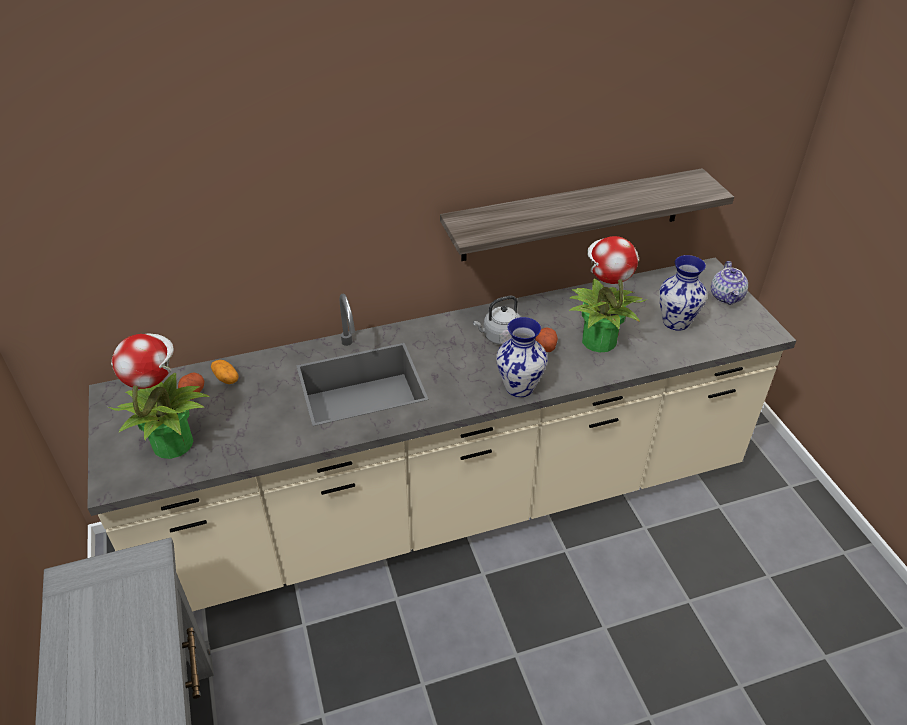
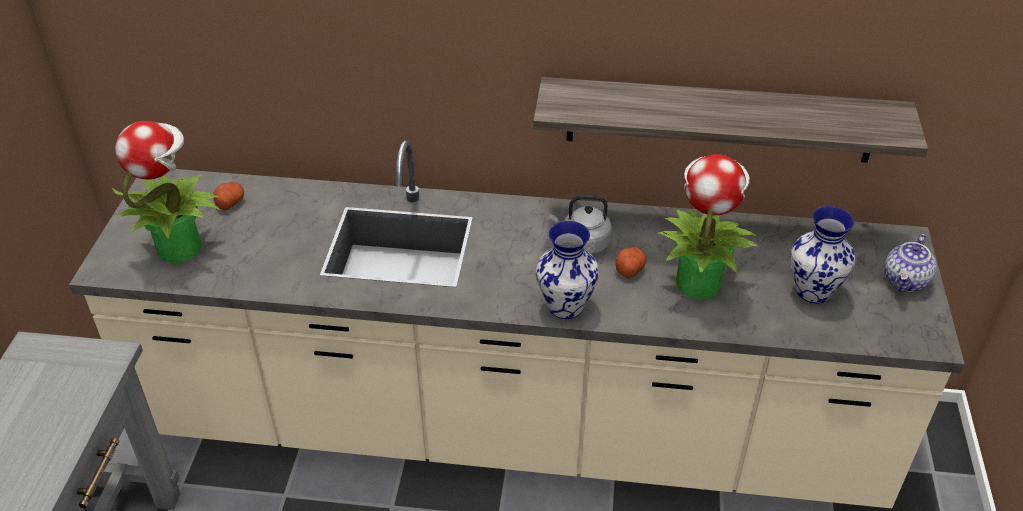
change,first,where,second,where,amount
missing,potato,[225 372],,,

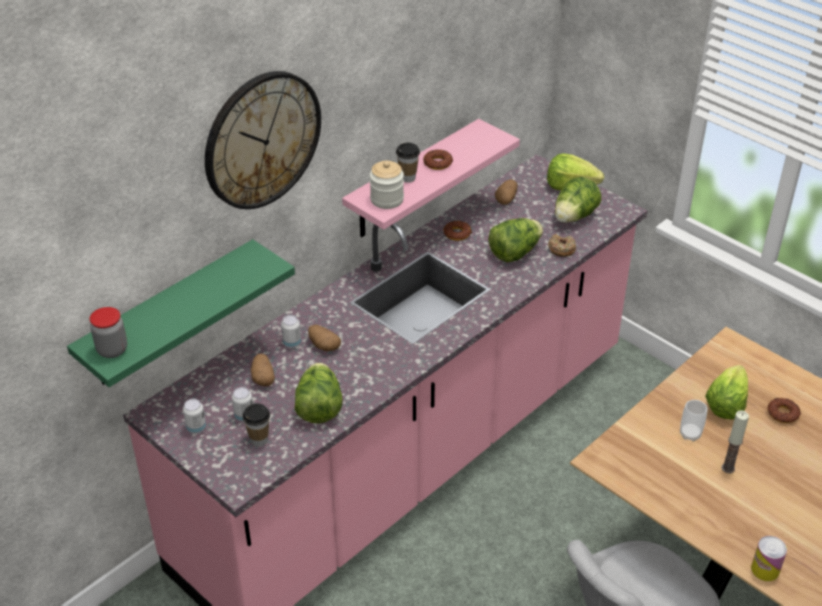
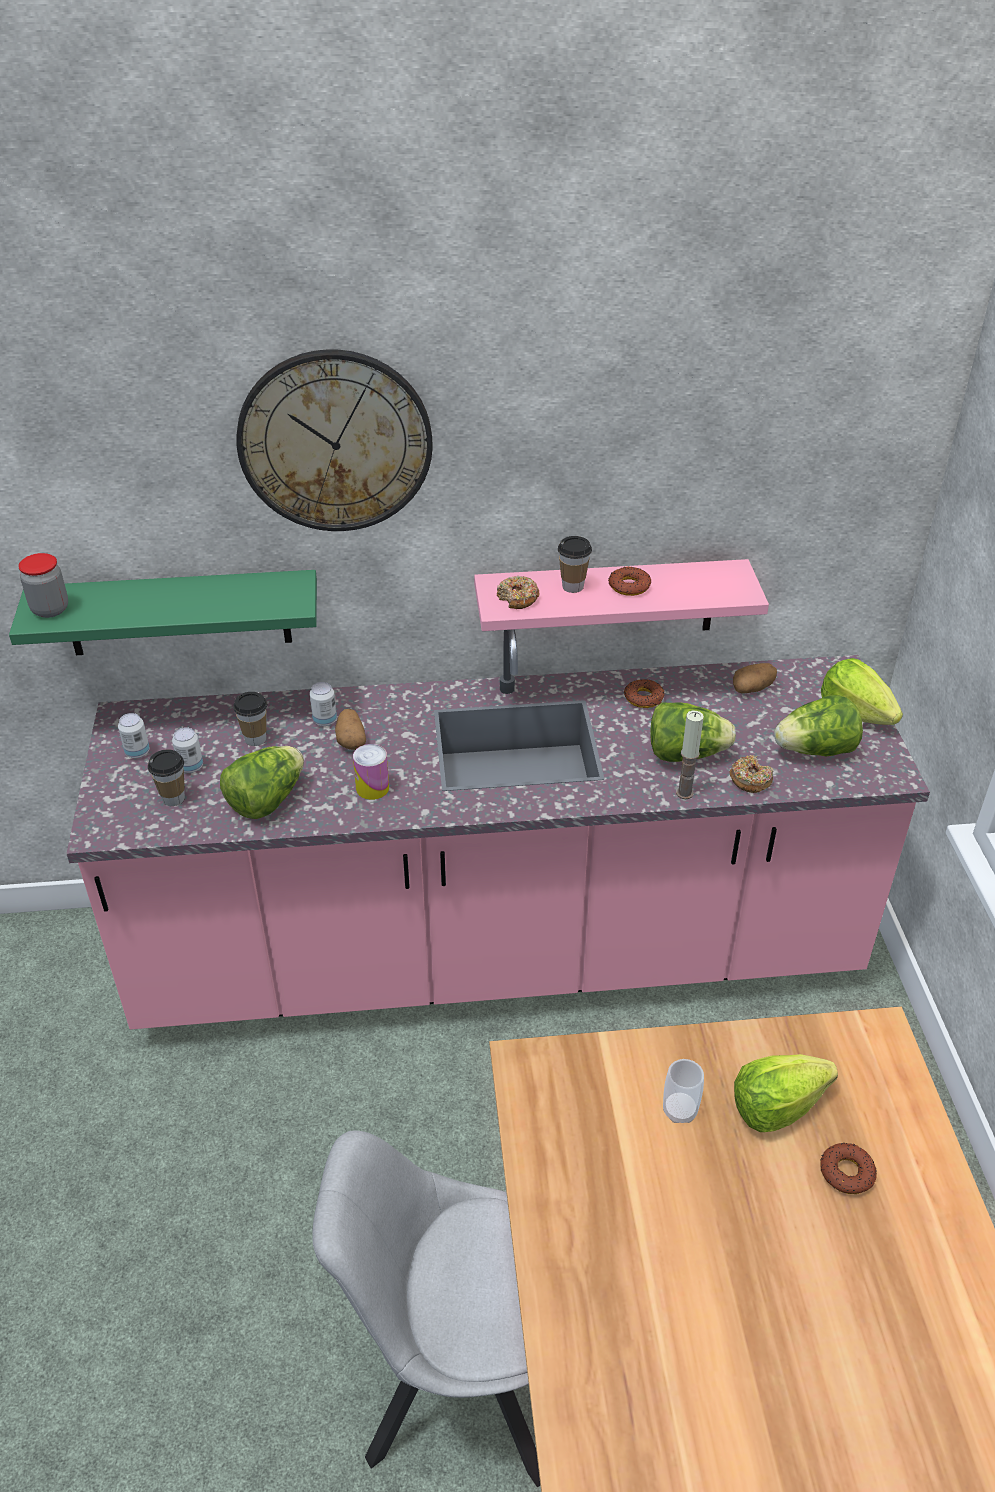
change,first,where,second,where,amount
exchanged,potato,[263 370],cup,[250 719],
exchanged,jar,[387 185],donut,[518 592],
relocated,candle,[735 441],,[690 755],
relocated,can,[769 558],,[371 772],

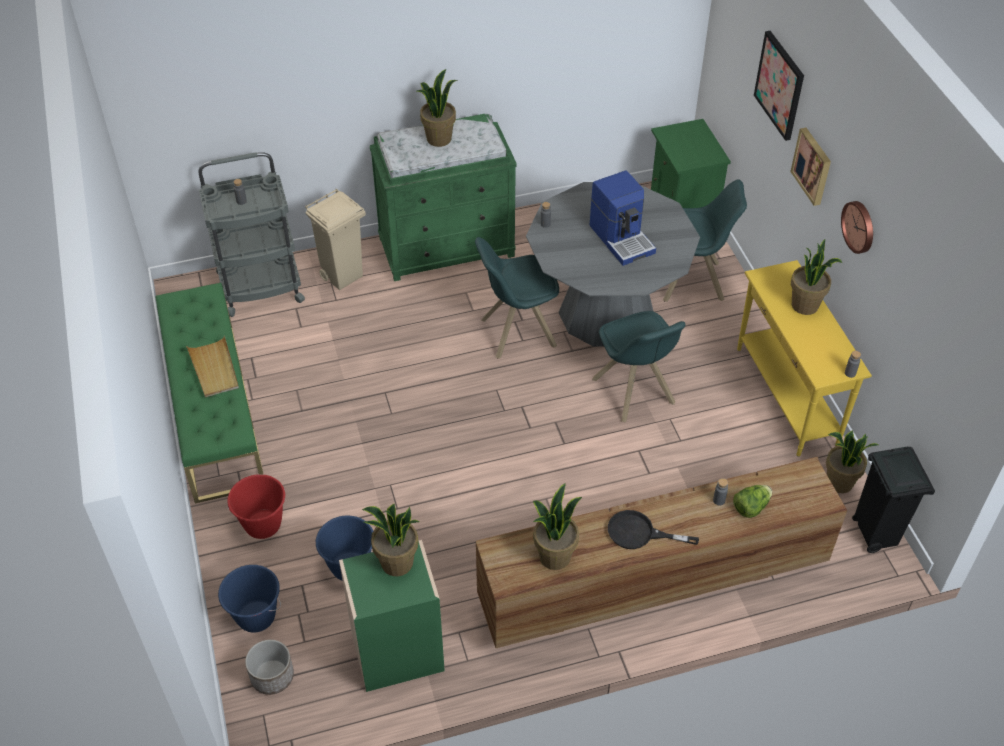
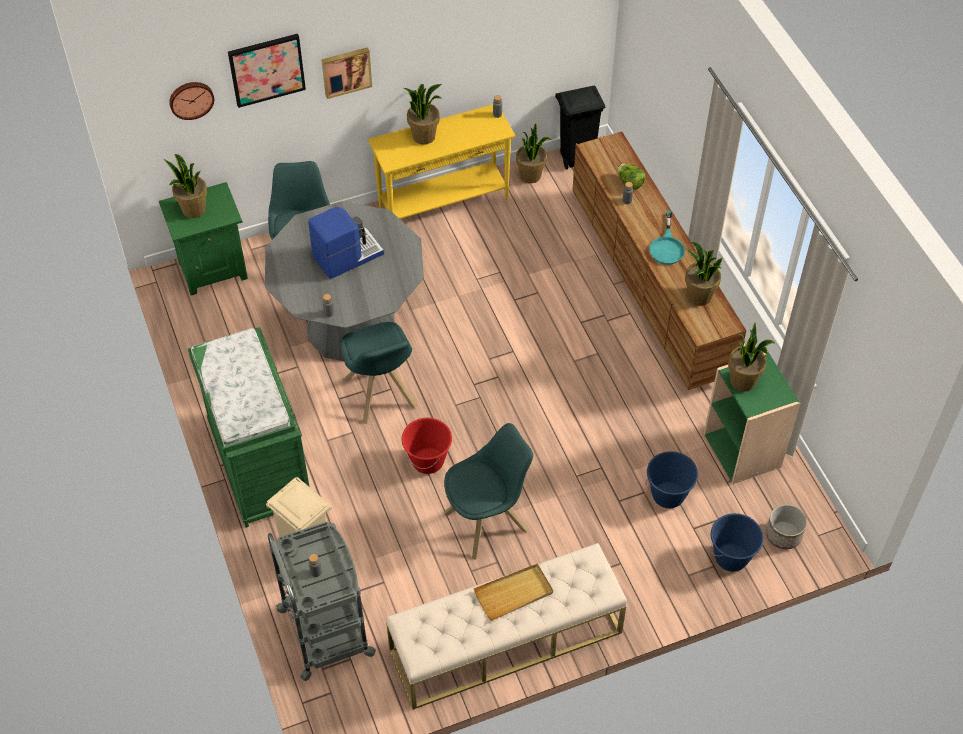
change,first,where,second,where,amount
colour,green bench,[210 393],beige bench,[506 626],
relocated,red bucket,[256 506],,[427 446],
relocated,potted plant,[437 108],,[185 186],
relocated,turquoise chair,[639 366],,[488 491],
colour,black frying pan,[653 529],turquoise frying pan,[667 238],
relocated,wall clock,[857 227],,[191 101],

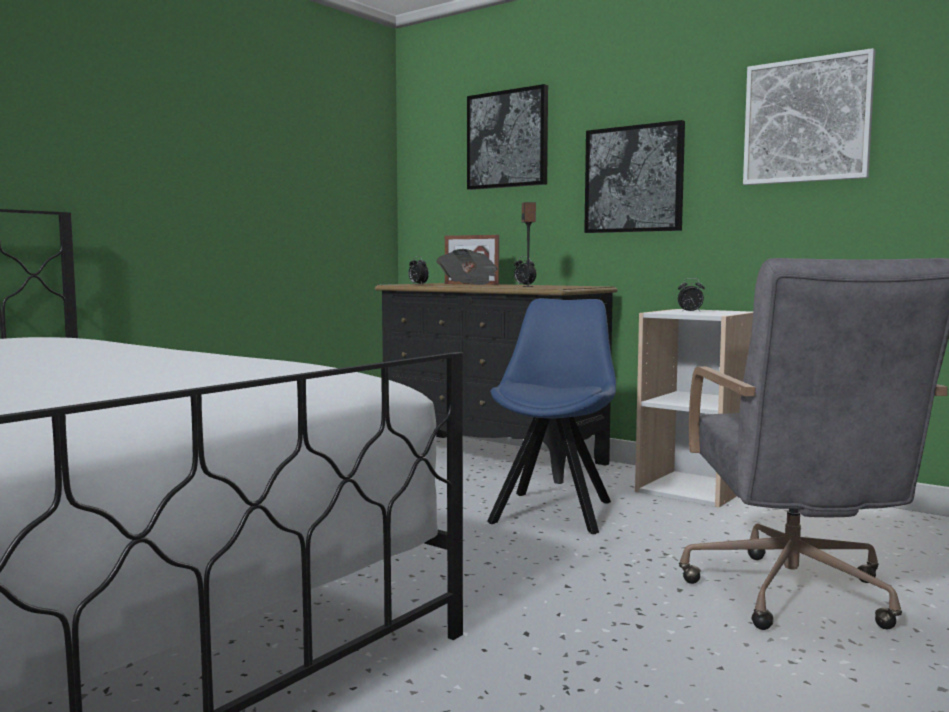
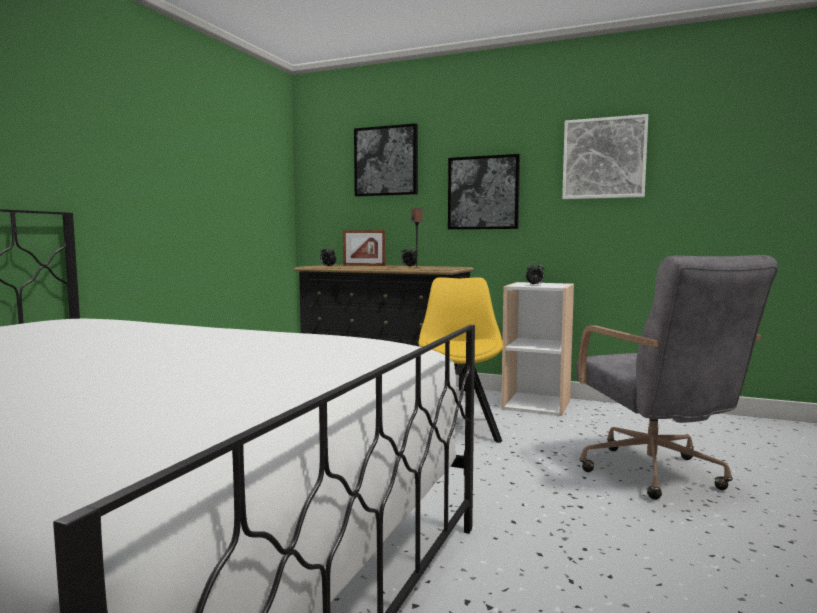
change,first,where,second,where,amount
missing,newspaper,[467 267],,,
colour,blue chair,[551 416],yellow chair,[461 360],

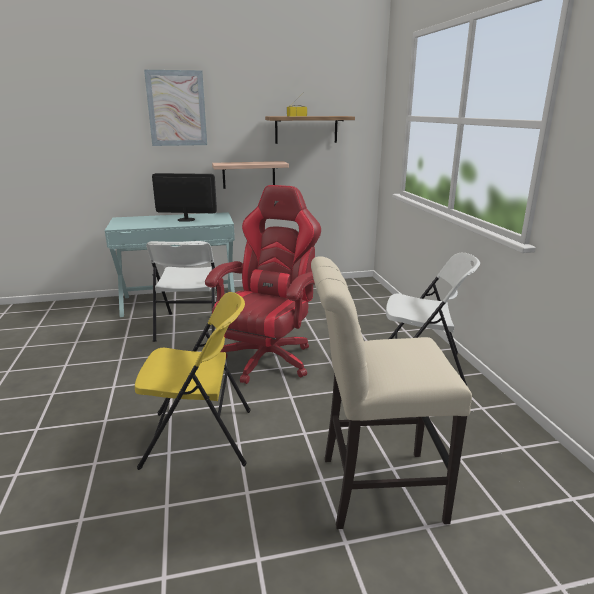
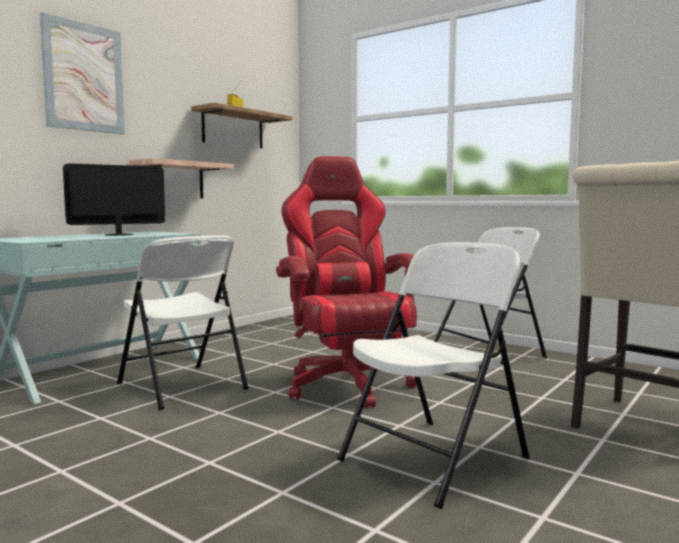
change,first,where,second,where,amount
colour,yellow chair,[193 381],white chair,[433 375],

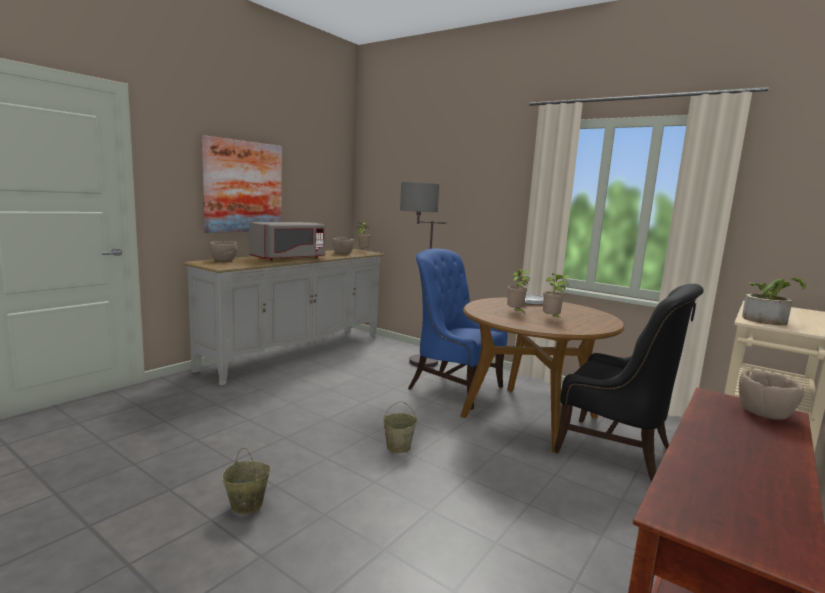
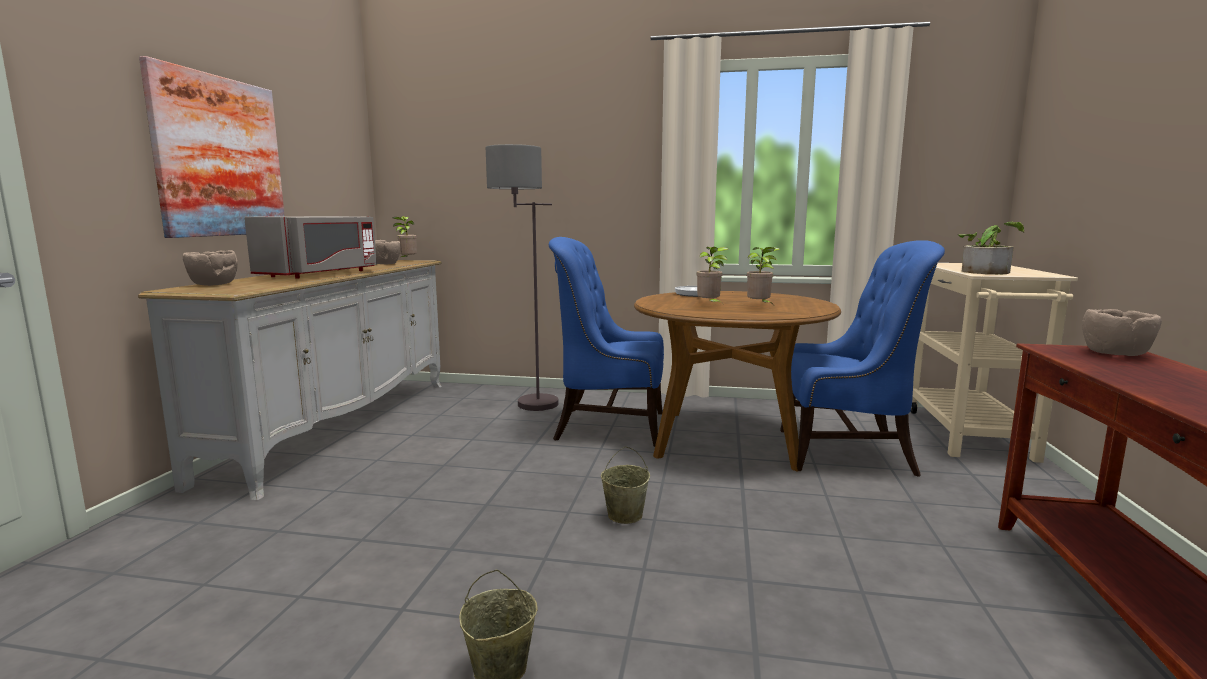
change,first,where,second,where,amount
colour,black chair,[629 383],blue chair,[862 358],

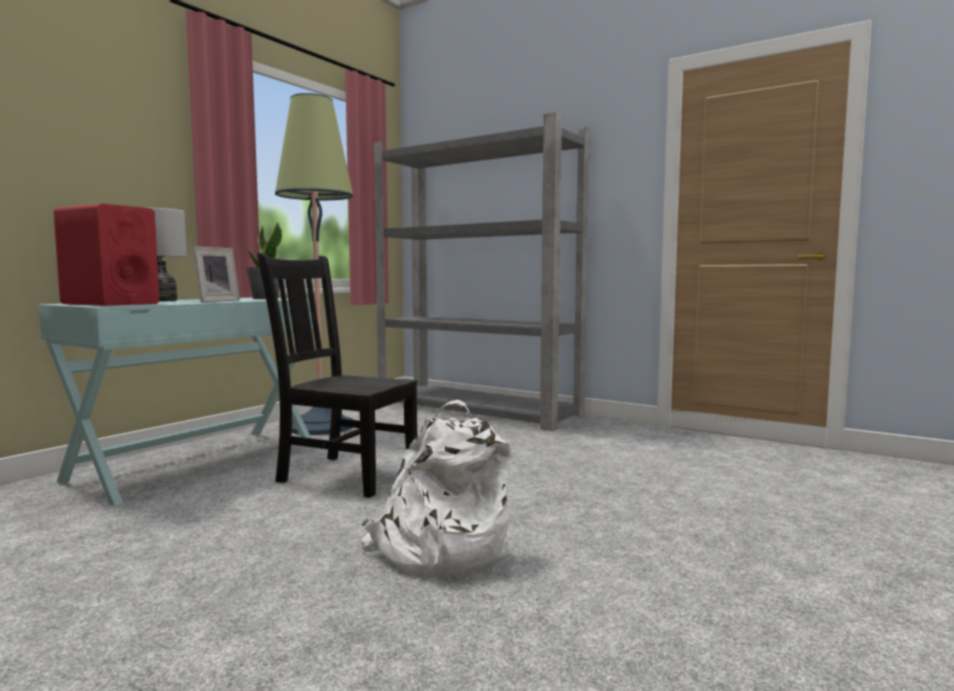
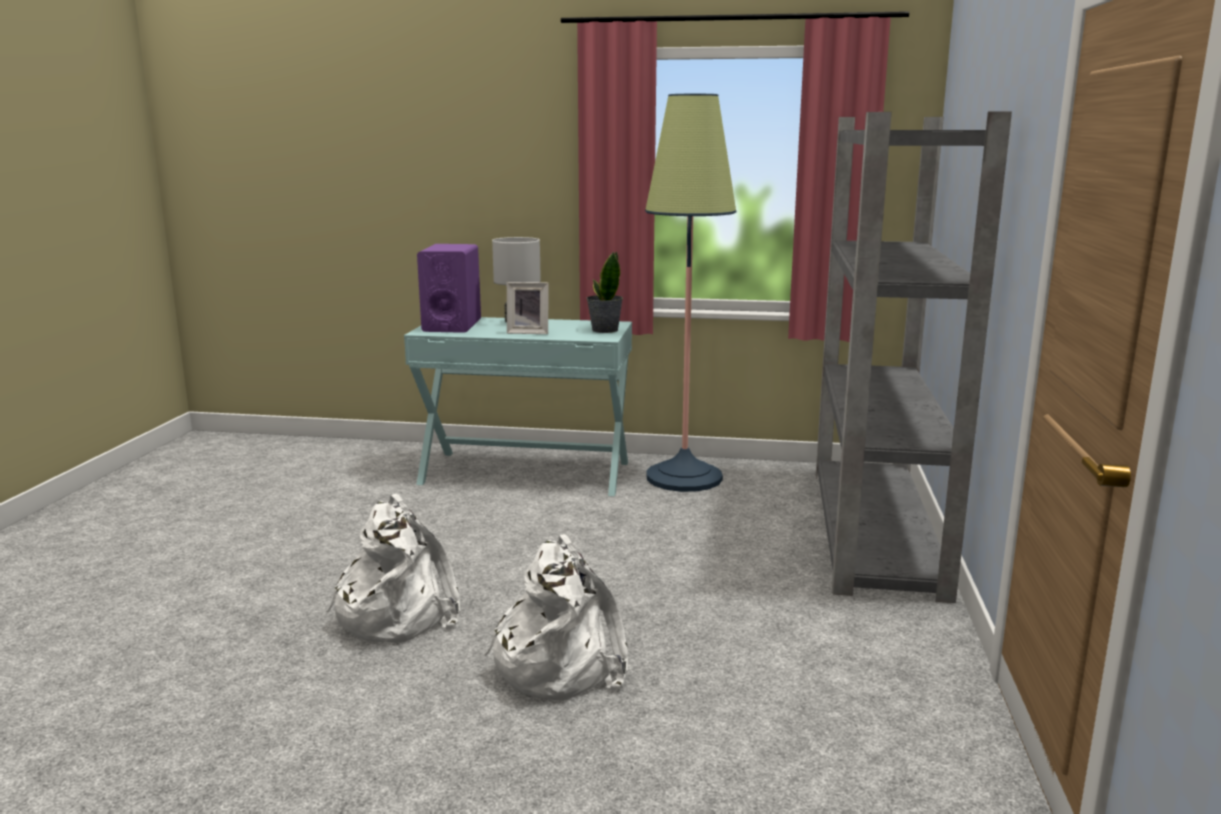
change,first,where,second,where,amount
colour,red speaker,[107 255],purple speaker,[449 288],
missing,black chair,[337 375],,,
appeared,,,white backpack,[556 617],

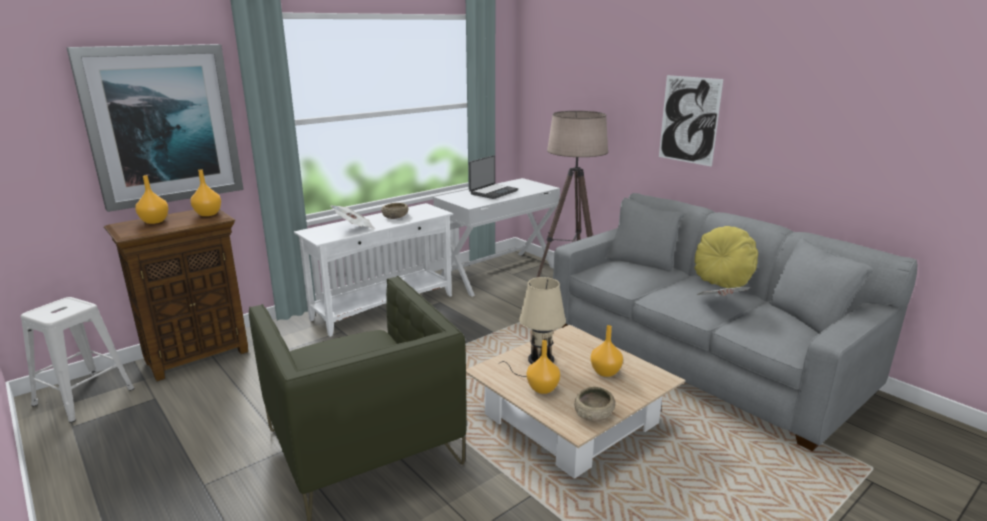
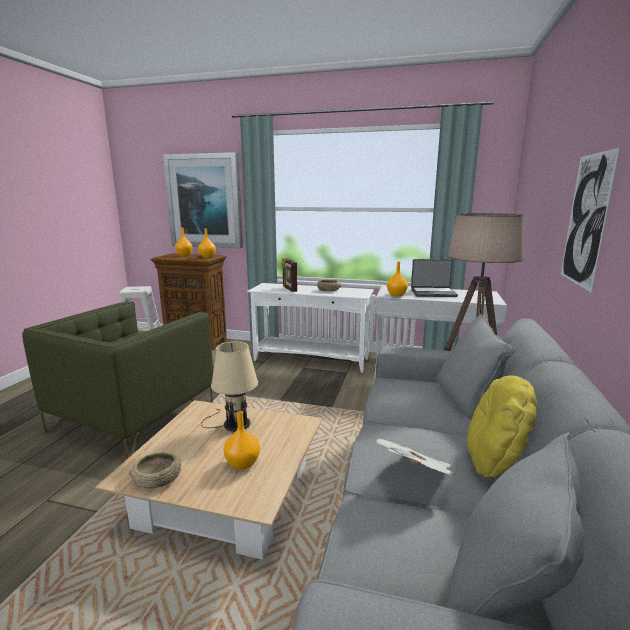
change,first,where,second,where,amount
exchanged,newspaper,[353 217],picture frame,[289 275],
relocated,orange vase,[543 367],,[397 279],

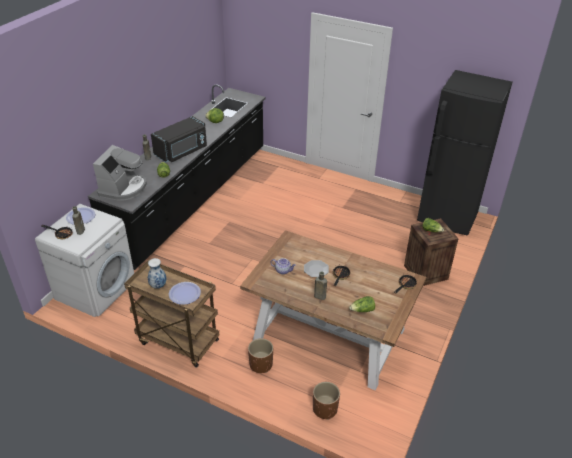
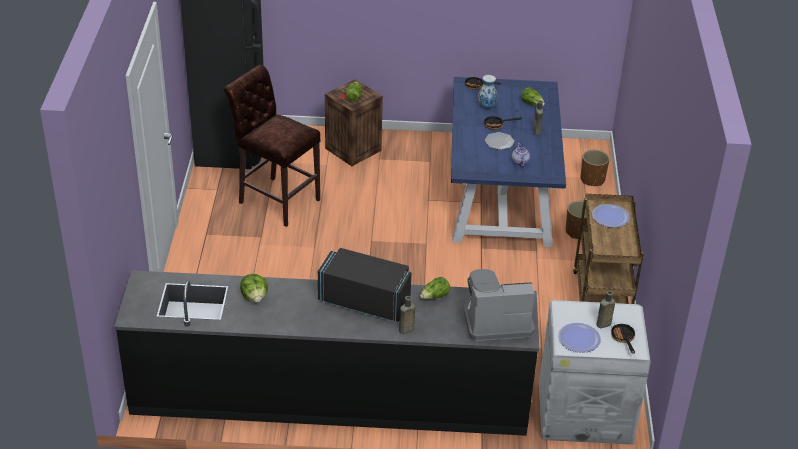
change,first,where,second,where,amount
relocated,vase,[157 273],,[488 92],
colour,brown dining table,[333 310],blue dining table,[508 162],
appeared,,,brown stool,[272 146],

